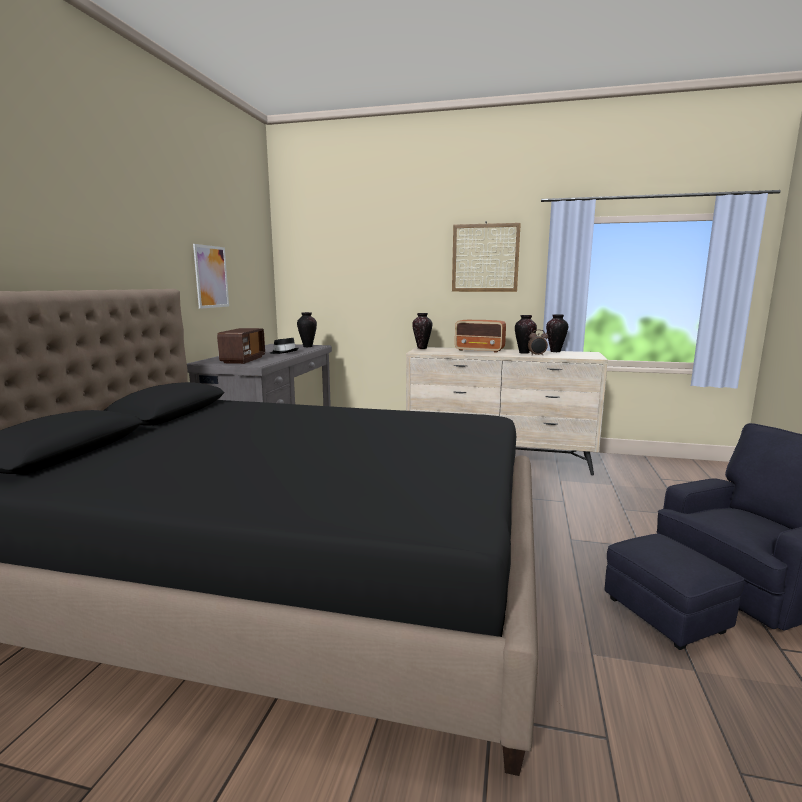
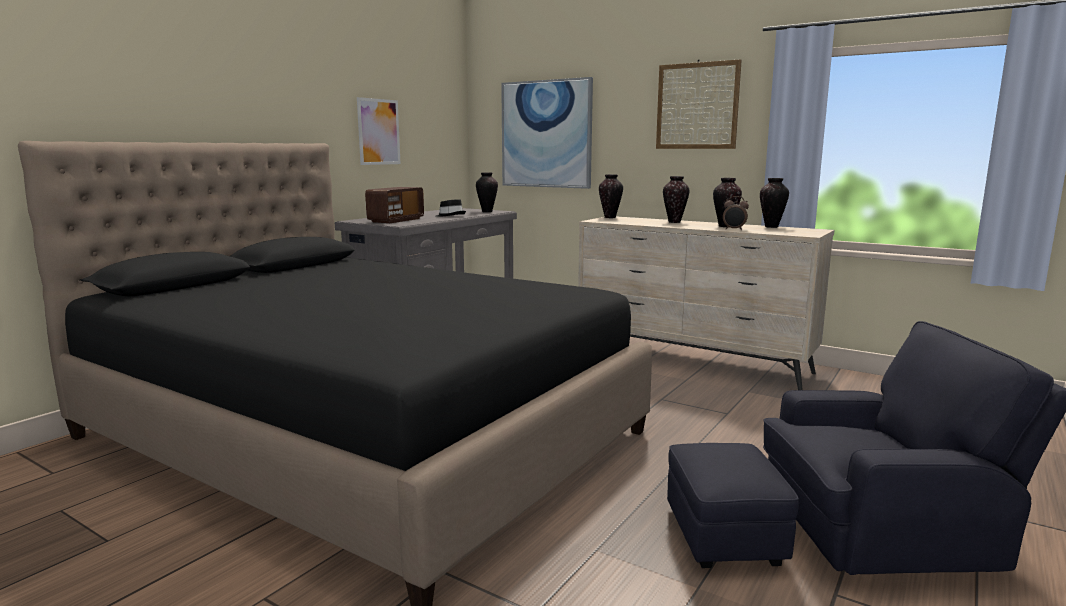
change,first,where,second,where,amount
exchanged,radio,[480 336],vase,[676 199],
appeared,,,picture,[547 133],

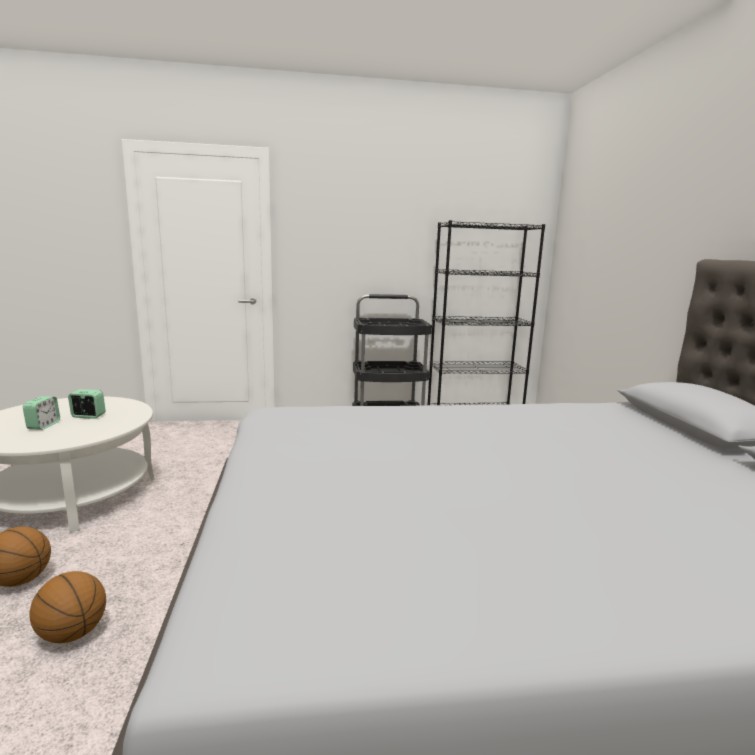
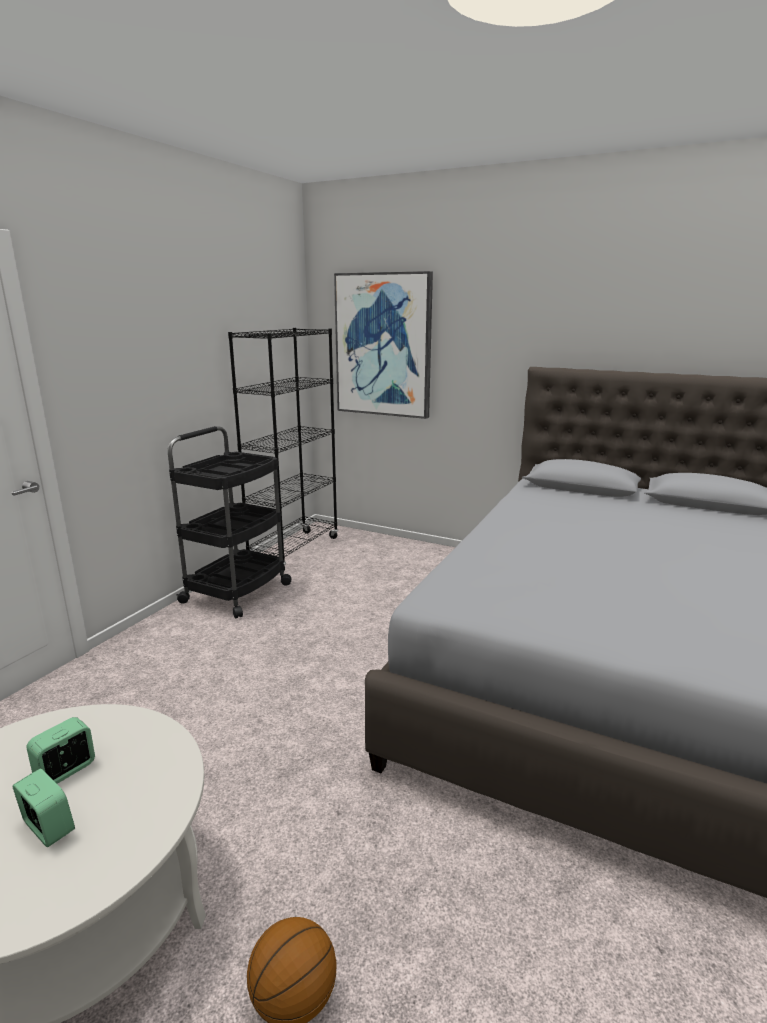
change,first,where,second,where,amount
missing,basketball,[67 607],,,
appeared,,,picture,[383 345],

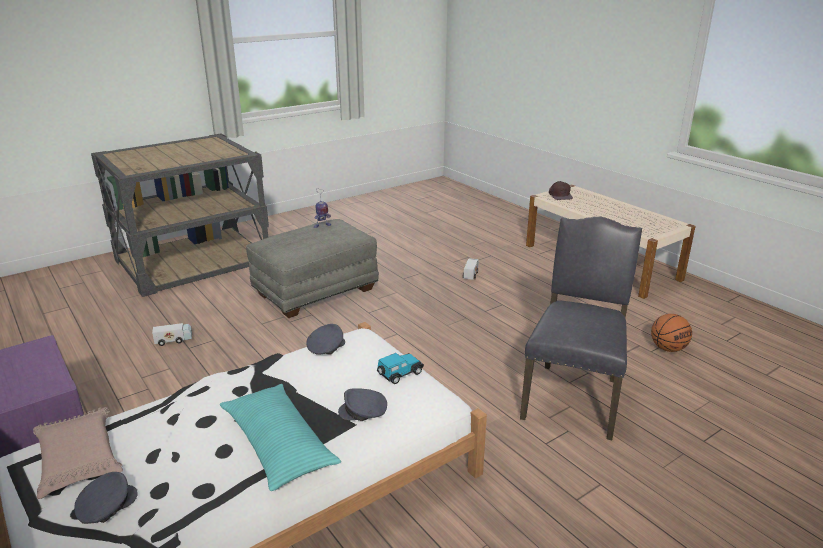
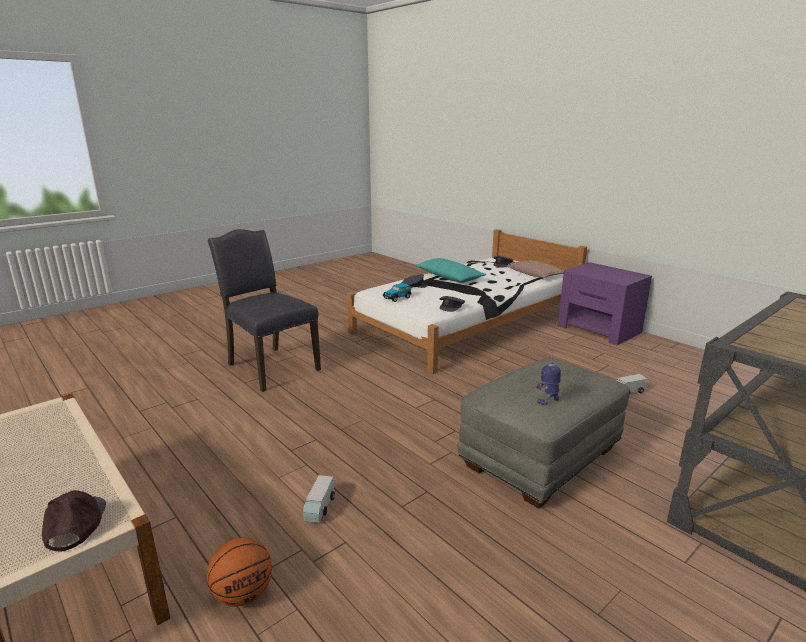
change,first,where,second,where,amount
spun,grey chair,[581 328],,[264 310],120 degrees clockwise
relocated,basketball,[671 333],,[239 572],

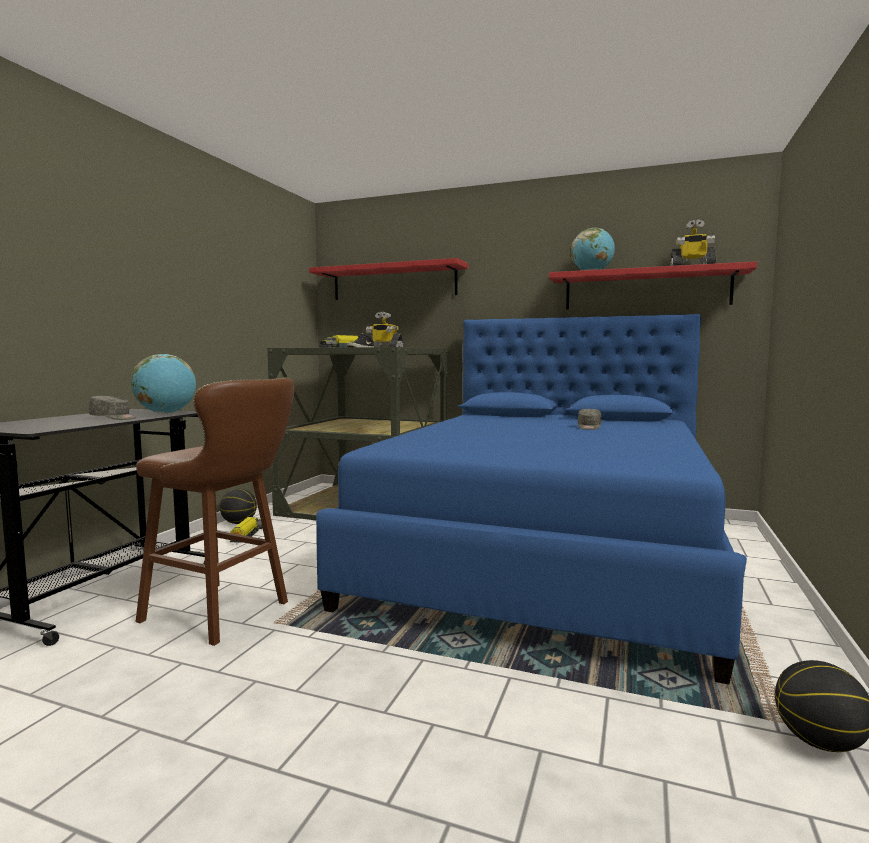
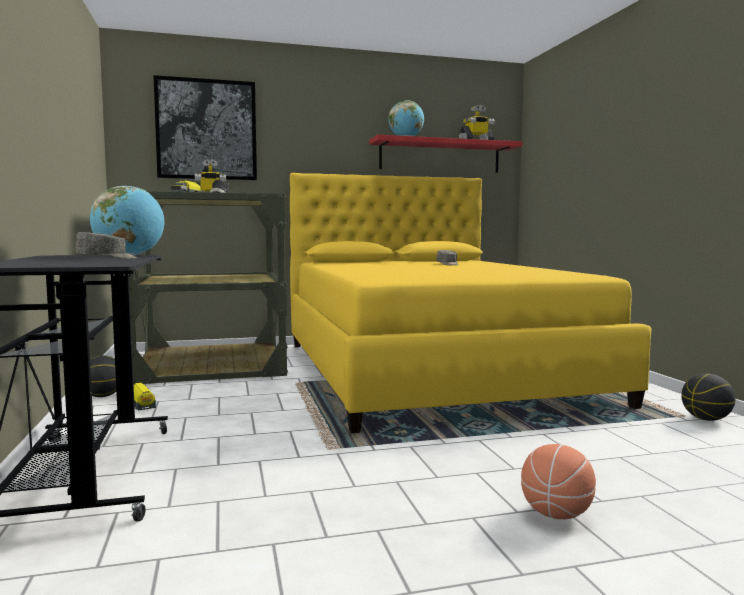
change,first,where,second,where,amount
missing,brown stool,[215 511],,,
exchanged,red shelf,[388 279],picture,[205 127],
colour,blue bed,[531 499],yellow bed,[471 303],
appeared,,,basketball,[558 481],

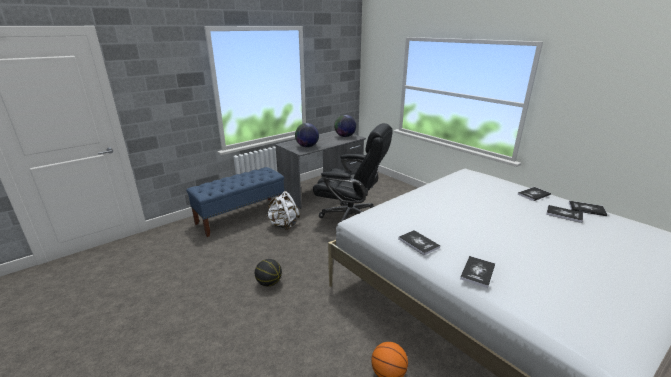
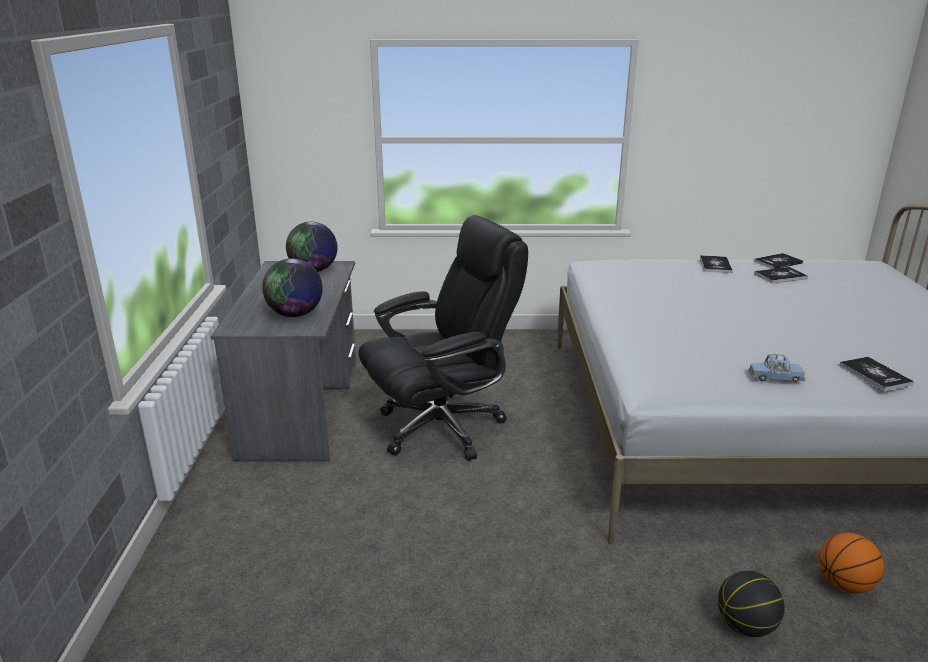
change,first,where,second,where,amount
missing,blue bench,[235 202],,,
relocated,basketball,[268 272],,[751 604],
missing,white backpack,[283 210],,,
exchanged,book,[419 243],blue toy car,[777 368],

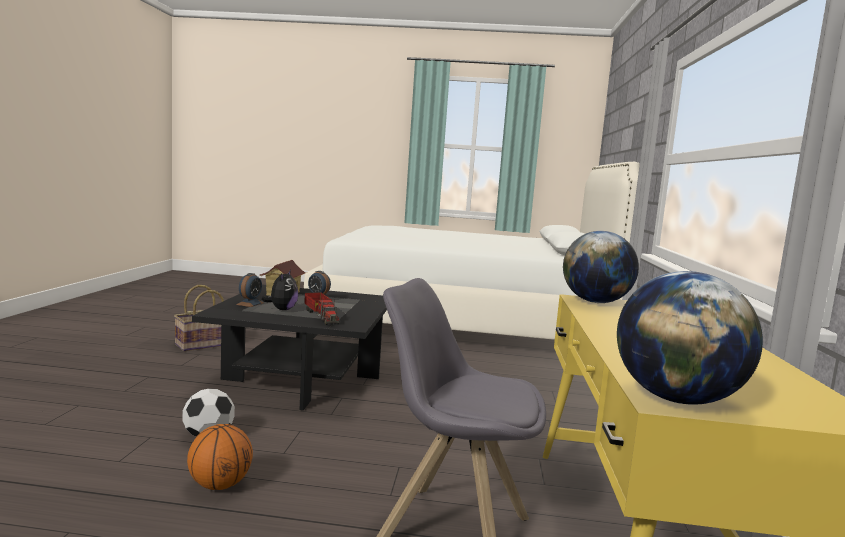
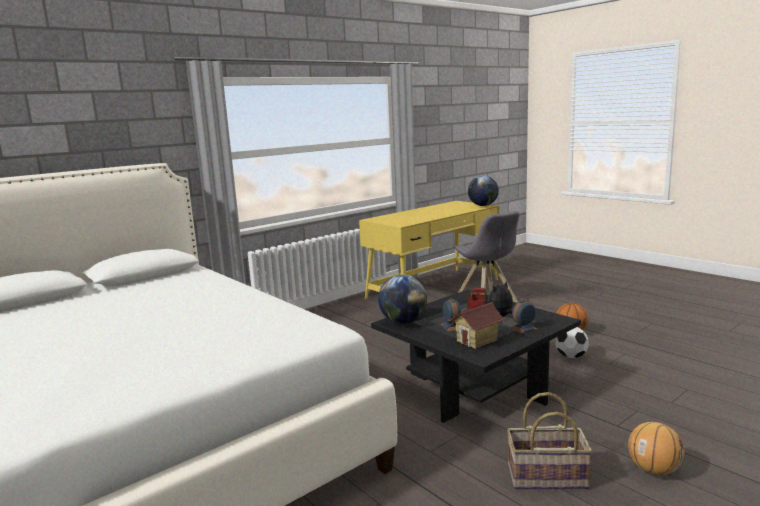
change,first,where,second,where,amount
relocated,globe,[601 267],,[402 299],
appeared,,,basketball,[656 448],

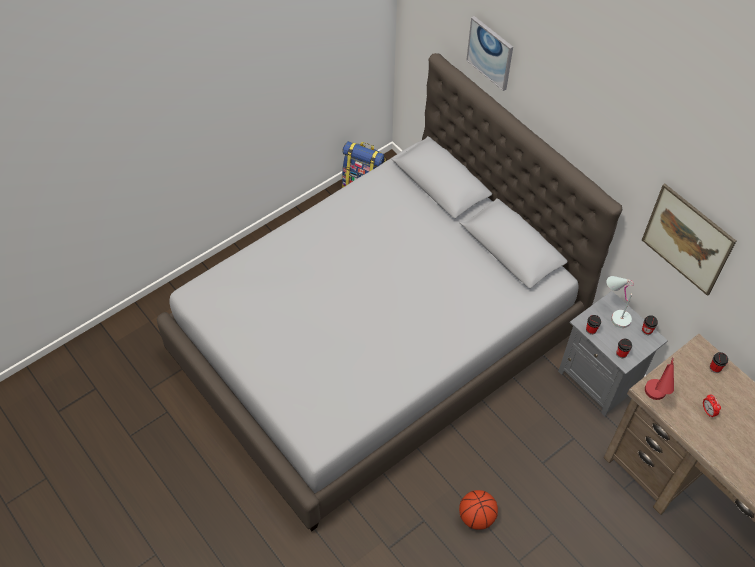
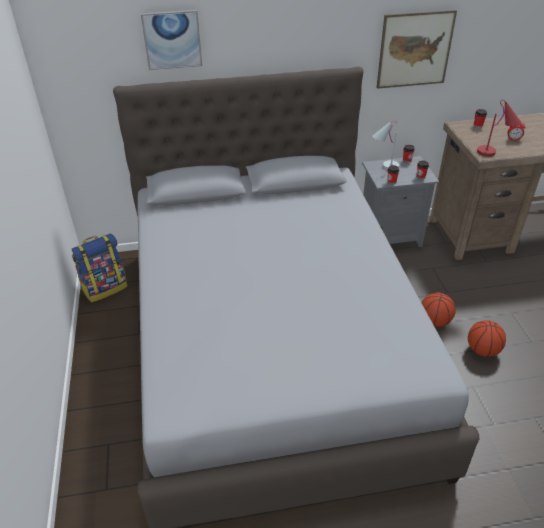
change,first,where,second,where,amount
appeared,,,basketball,[438 310],

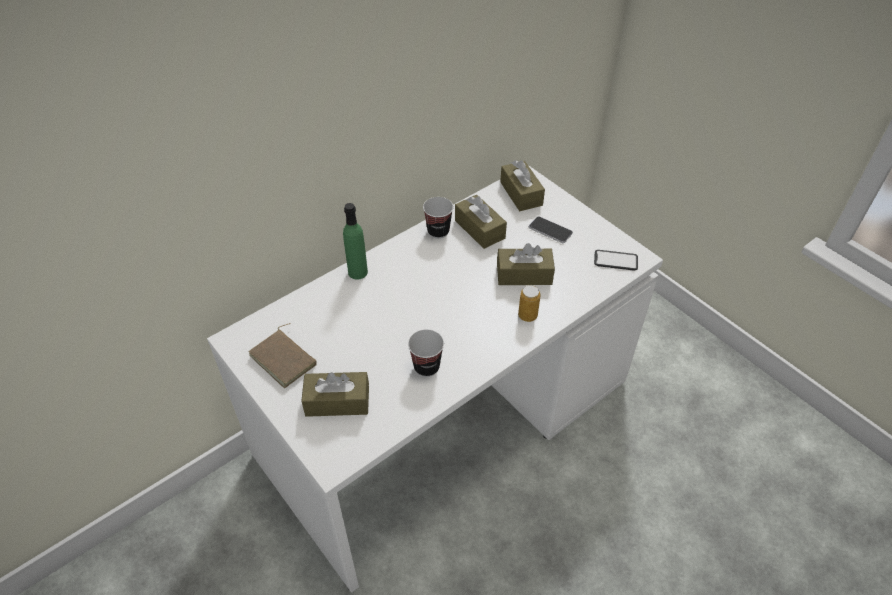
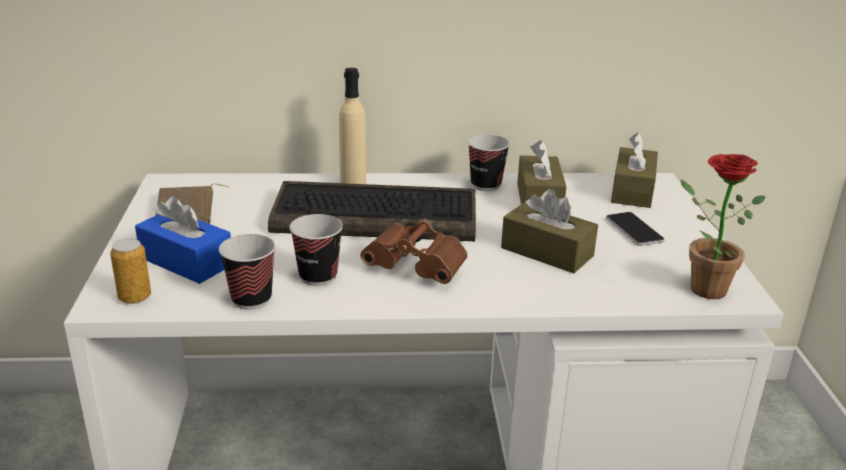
change,first,where,second,where,amount
colour,brown tissue box,[335 394],blue tissue box,[183 240],
colour,green bottle,[355 241],beige bottle,[352 126],
relocated,can,[529 303],,[130 271],
exchanged,phone,[616 260],potted plant,[723 226],
appeared,,,cup,[247 272],
appeared,,,keyboard,[372 211],
appeared,,,brown binoculars,[414 251],

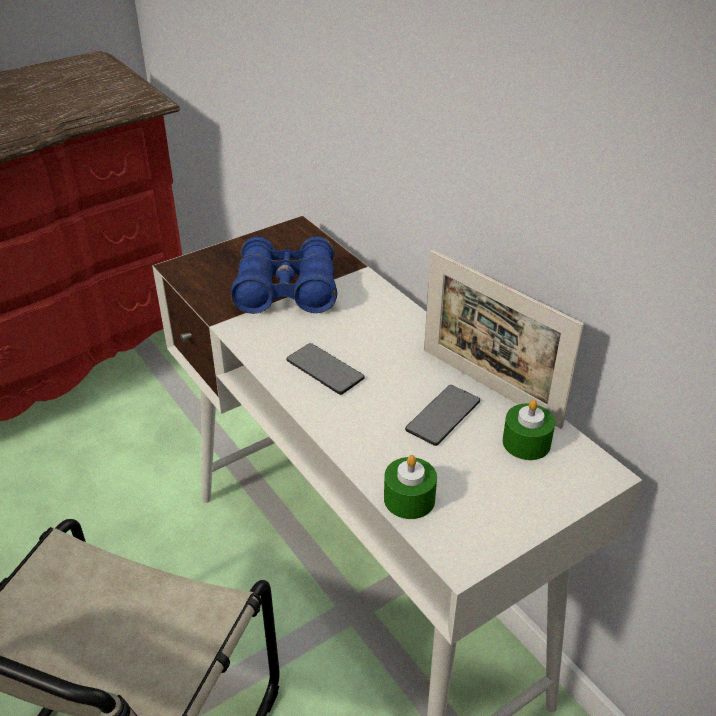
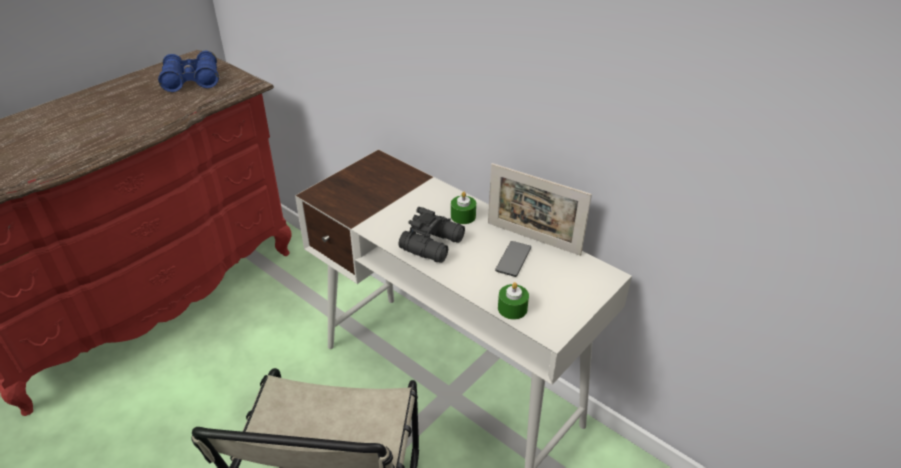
change,first,where,second,where,amount
relocated,blue binoculars,[283 275],,[188 71],
exchanged,phone,[325 369],black binoculars,[432 235],
relocated,green candle,[529 429],,[463 207],

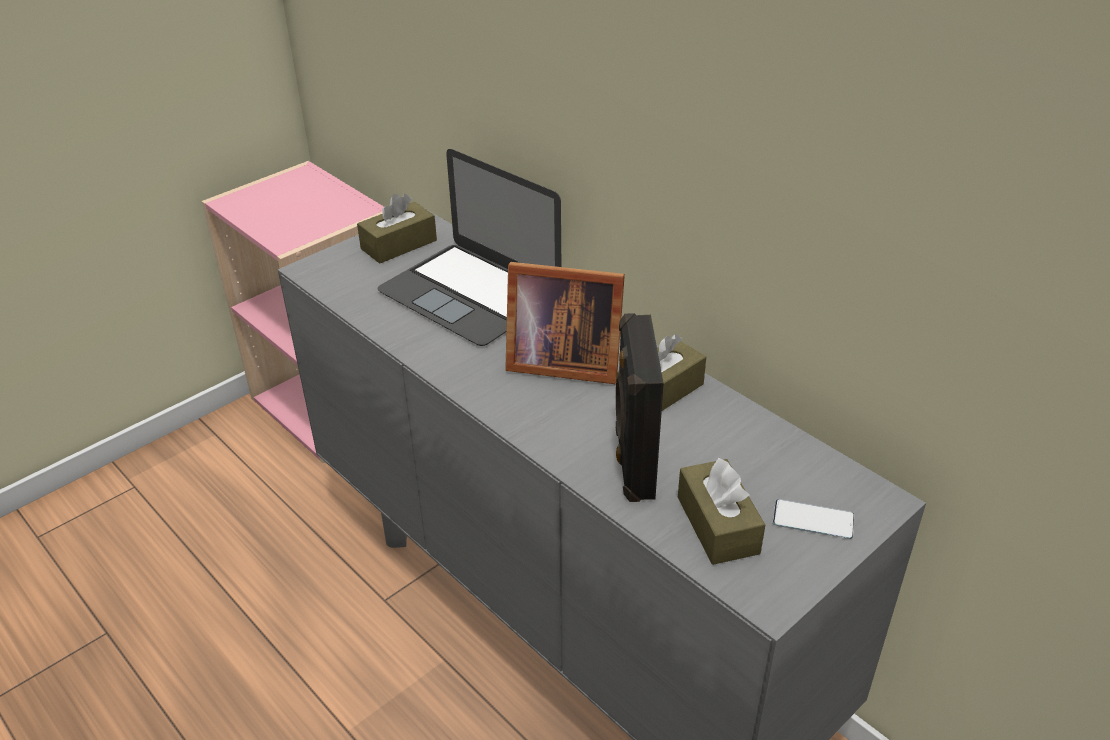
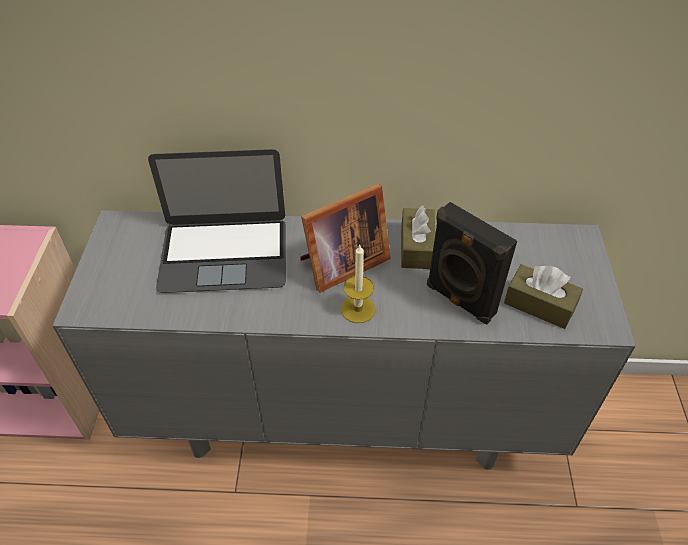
change,first,where,second,where,amount
missing,brown tissue box,[397 229],,,
missing,phone,[813 519],,,
appeared,,,candle,[358 284],

